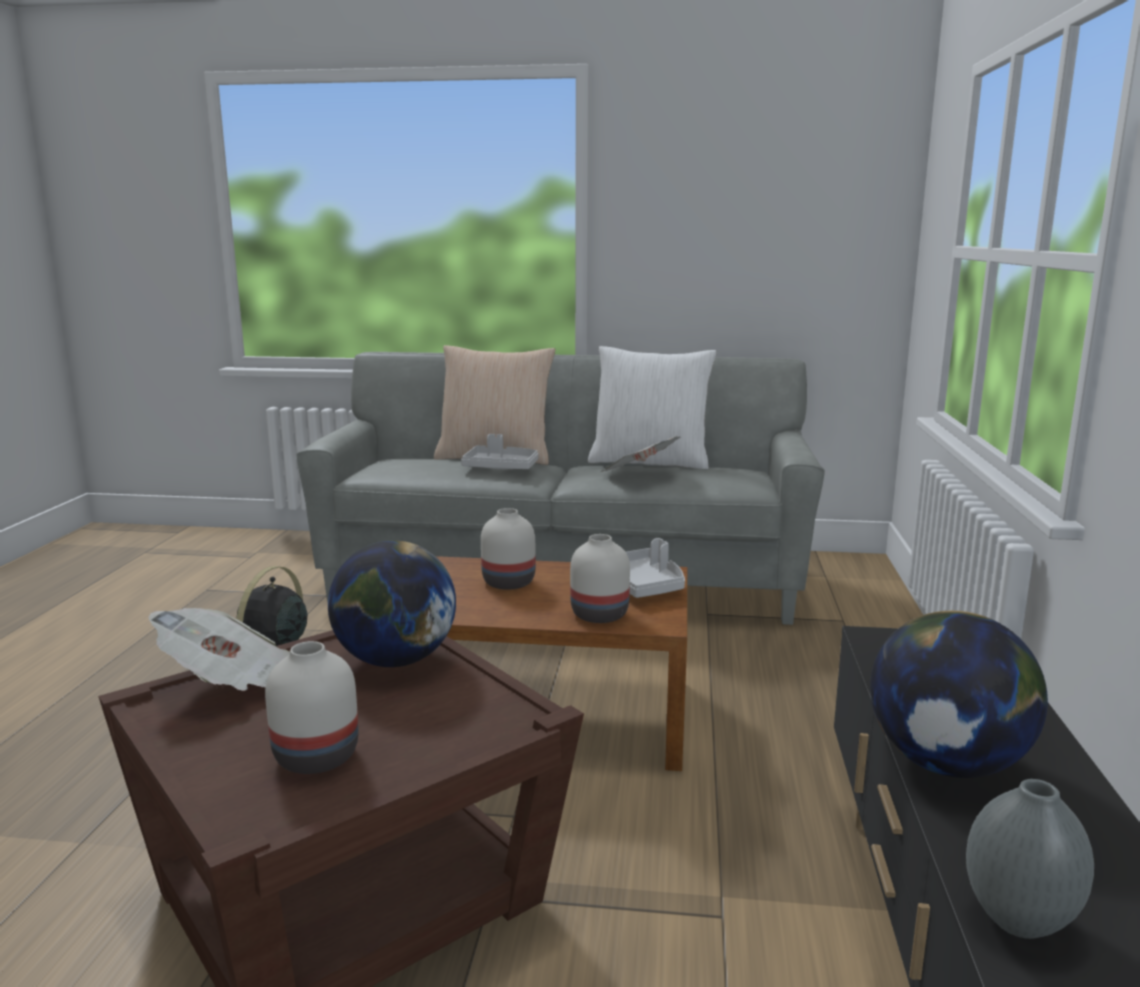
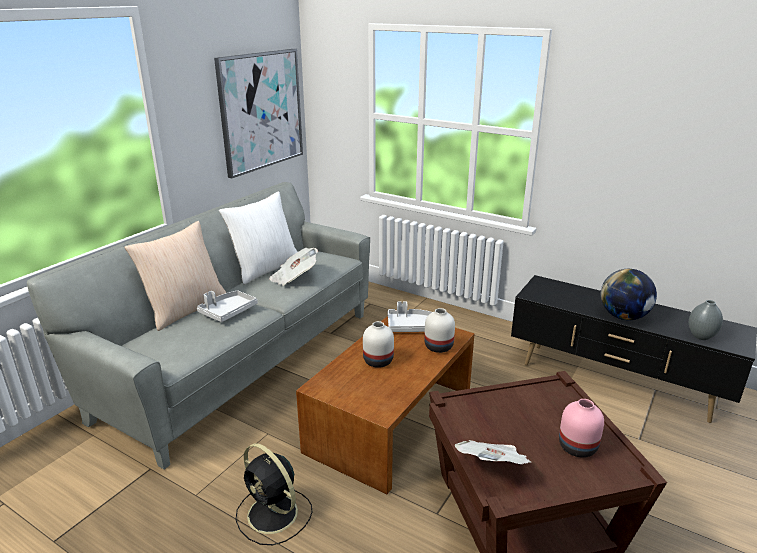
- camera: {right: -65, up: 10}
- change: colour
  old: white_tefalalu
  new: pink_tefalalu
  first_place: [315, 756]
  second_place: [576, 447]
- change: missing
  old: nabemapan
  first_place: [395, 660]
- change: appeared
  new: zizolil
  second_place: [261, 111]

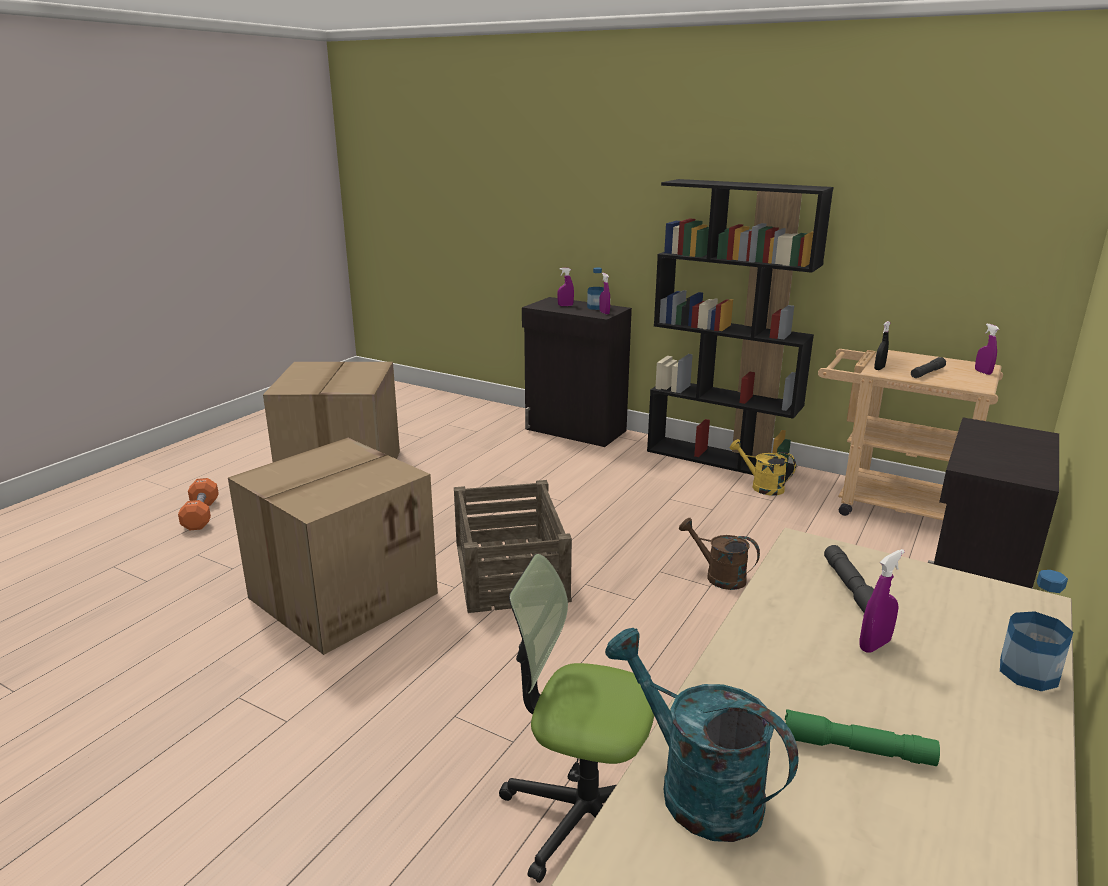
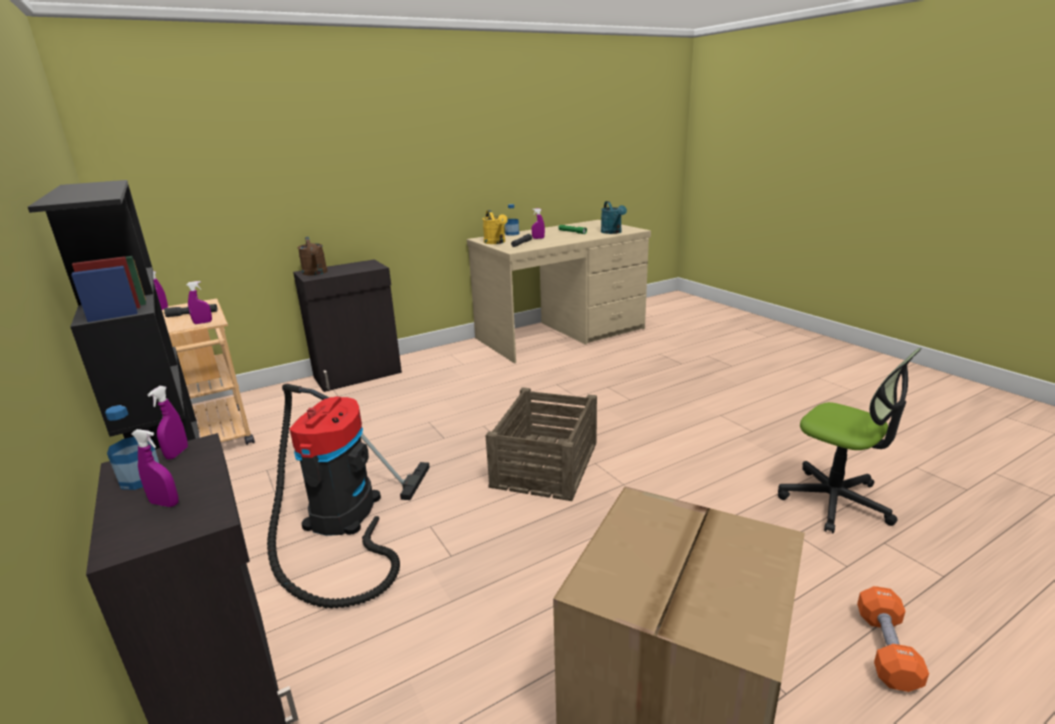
- camera: {right: -150, up: 0}
- change: missing
  old: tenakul
  first_place: [344, 594]
- change: relocated
  old: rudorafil
  first_place: [582, 815]
  second_place: [835, 501]
- change: relocated
  old: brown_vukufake
  first_place: [718, 576]
  second_place: [315, 273]
- change: relocated
  old: yellow_vukufake
  first_place: [761, 486]
  second_place: [496, 242]
- change: colour
  old: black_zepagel
  new: purple_zepagel
  first_place: [879, 368]
  second_place: [203, 322]
- change: appeared
  new: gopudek
  second_place: [341, 519]

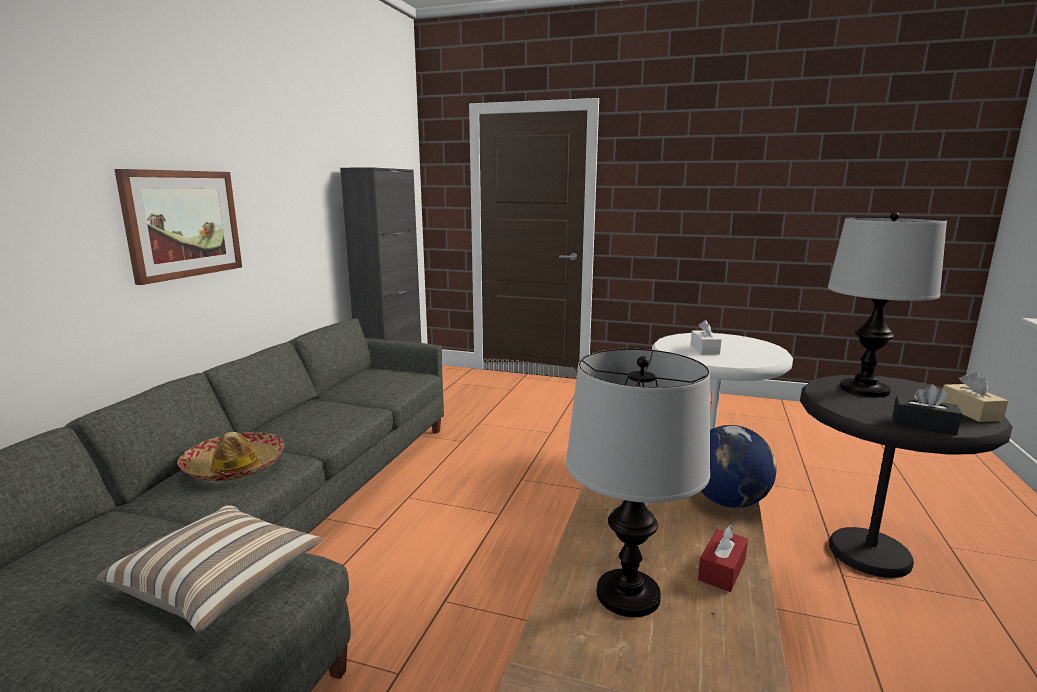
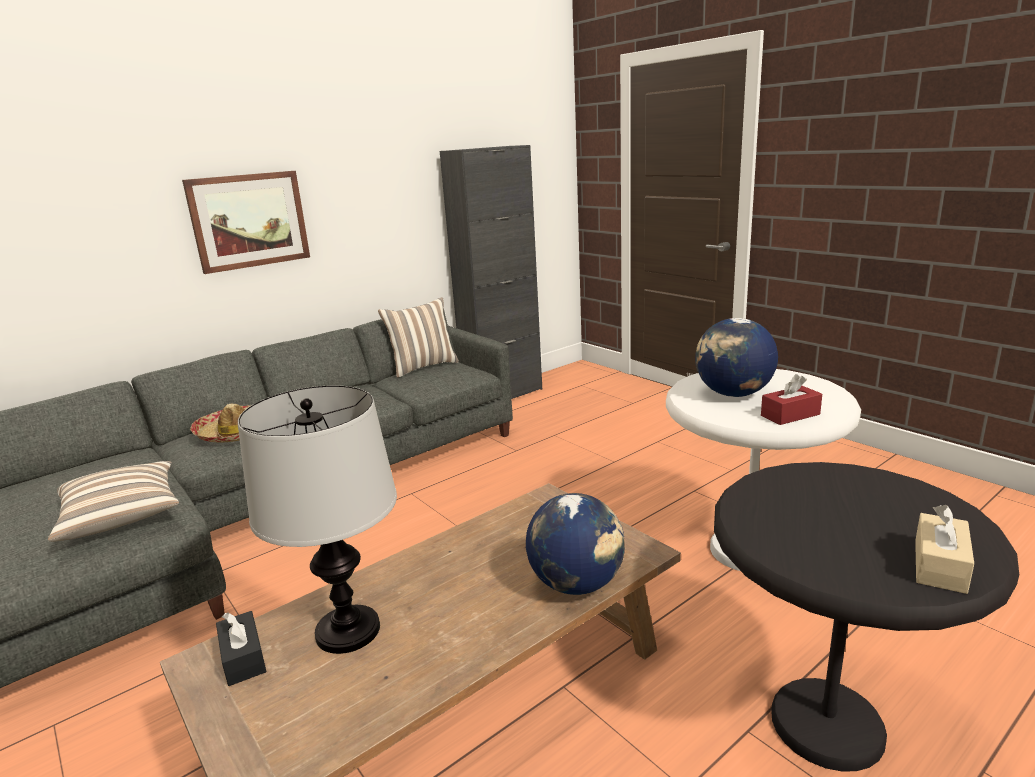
- camera: {right: 35, up: 5}
- change: exchanged
  old: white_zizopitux
  new: nabemapan
  first_place: [704, 349]
  second_place: [733, 394]
- change: relocated
  old: red_zizopitux
  first_place: [722, 570]
  second_place: [790, 415]
- change: missing
  old: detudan
  first_place: [864, 389]
- change: relocated
  old: black_zizopitux
  first_place: [923, 425]
  second_place: [243, 658]
- change: appeared
  new: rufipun
  second_place: [422, 366]

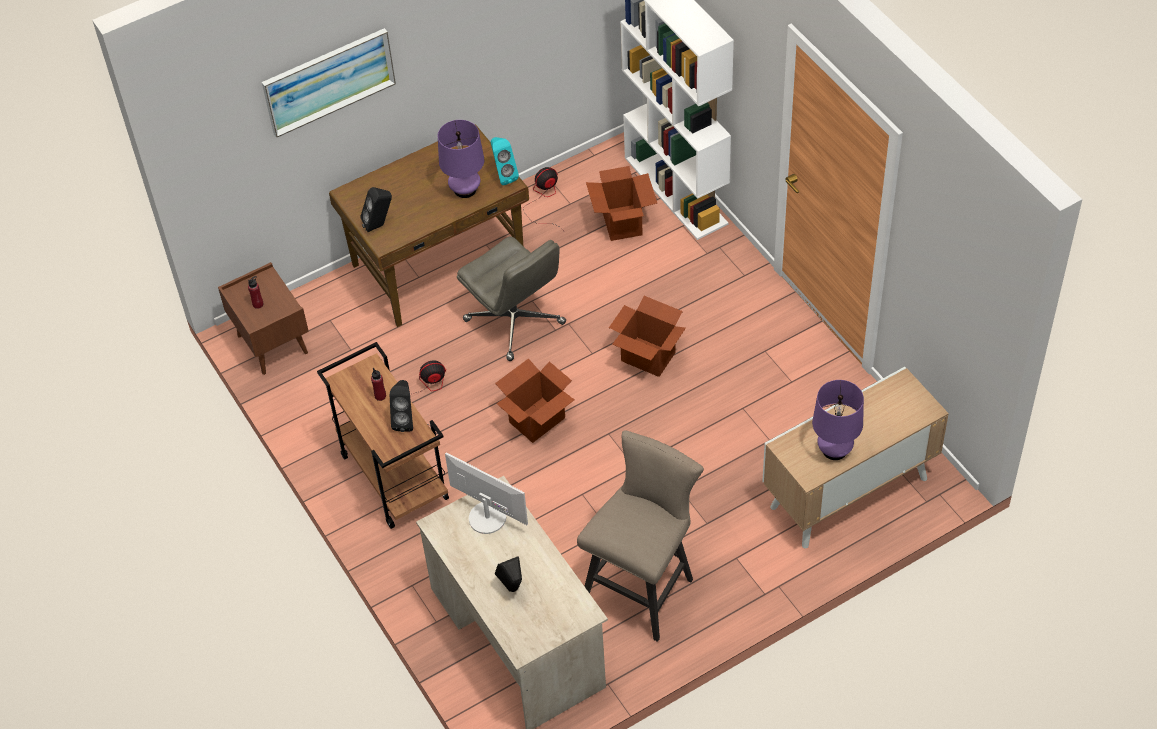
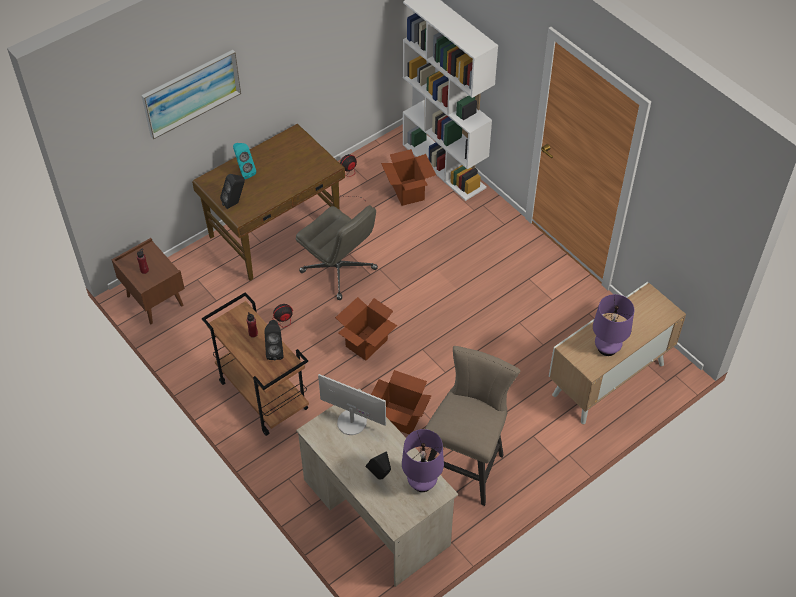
- camera: {right: -10, up: 0}
- change: relocated
  old: purple_detudan
  first_place: [465, 189]
  second_place: [422, 483]
- change: relocated
  old: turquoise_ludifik
  first_place: [503, 175]
  second_place: [244, 172]
- change: relocated
  old: tenakul
  first_place: [647, 357]
  second_place: [399, 418]

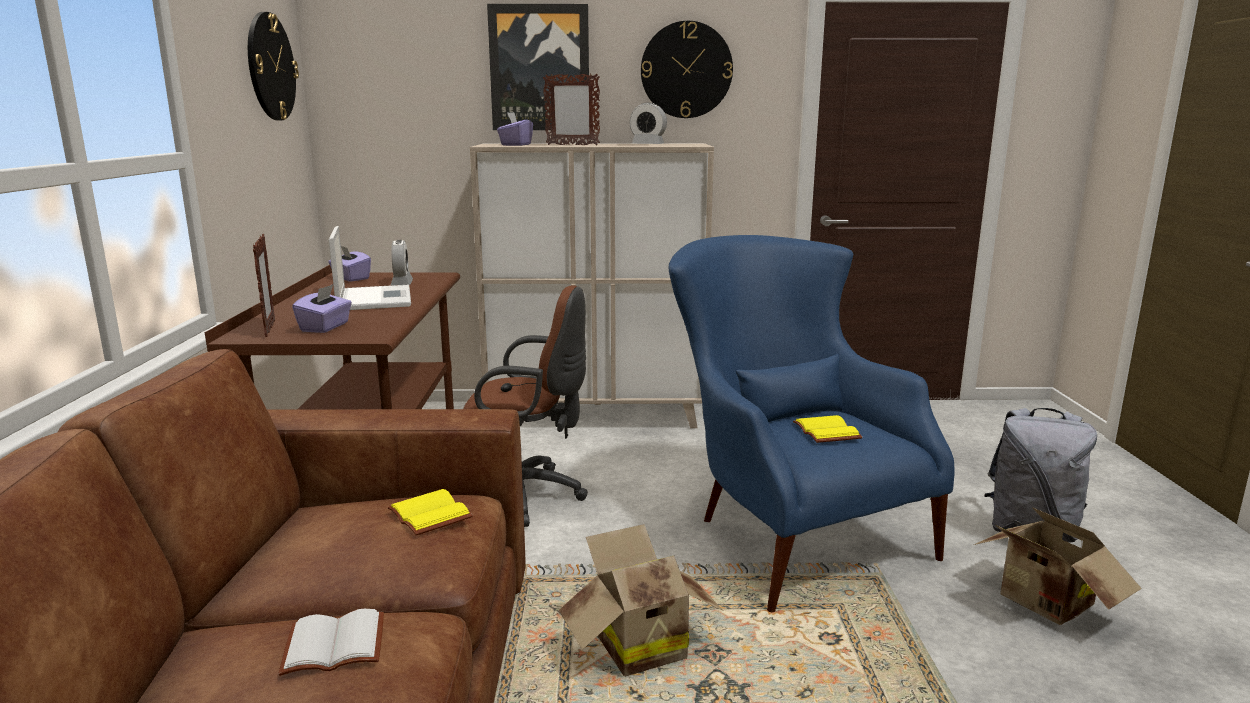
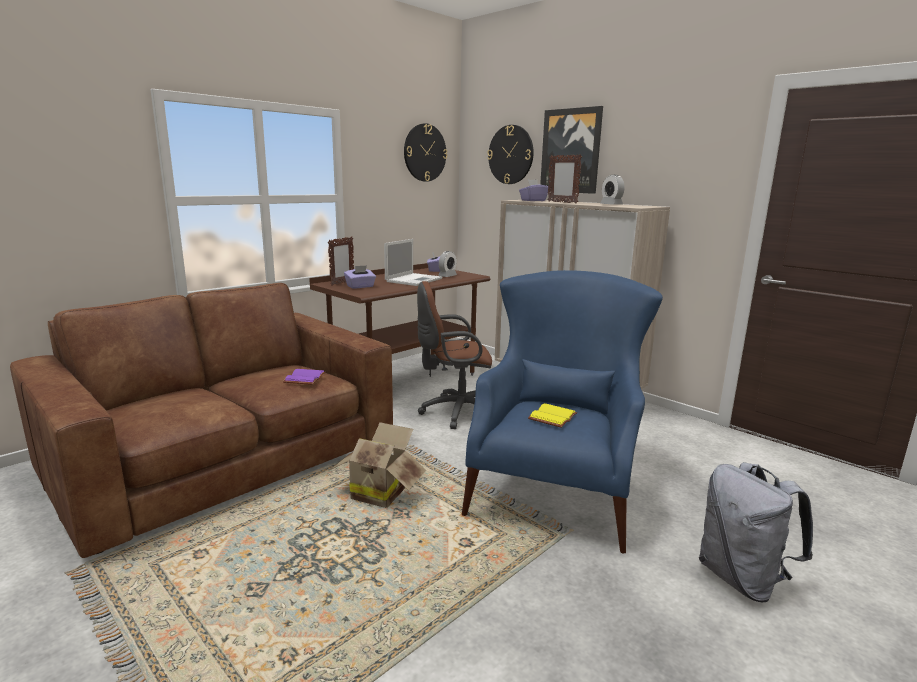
- camera: {right: 45, up: 0}
- change: missing
  old: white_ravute
  first_place: [332, 647]
- change: colour
  old: yellow_ravute
  new: purple_ravute
  first_place: [427, 515]
  second_place: [304, 378]
- change: spun
  old: brown_rudorafil
  first_place: [525, 496]
  second_place: [455, 412]
  degrees: 120
- change: relocated
  old: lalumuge
  first_place: [686, 70]
  second_place: [511, 154]
- change: missing
  old: tenakul
  first_place: [1044, 605]

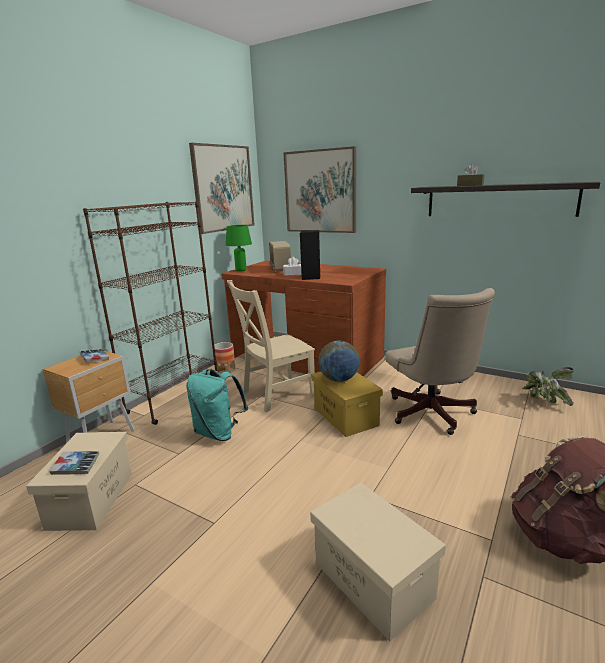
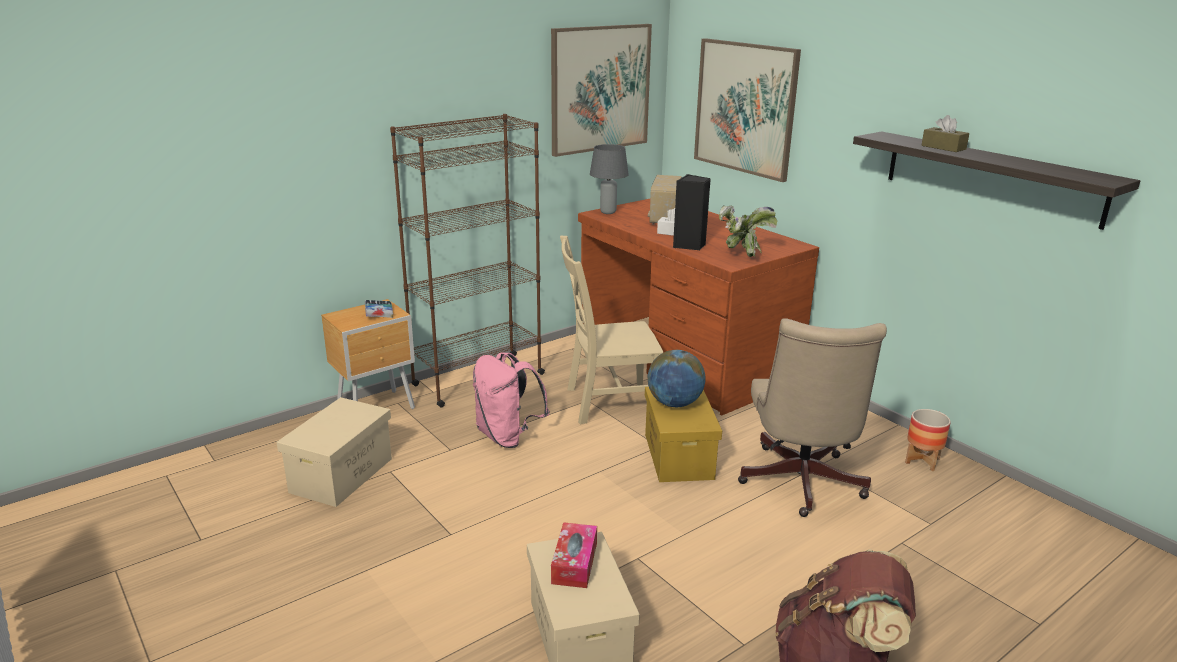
- camera: {right: 20, up: 5}
- change: missing
  old: ravute
  first_place: [76, 466]
- change: colour
  old: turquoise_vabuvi
  new: pink_vabuvi
  first_place: [219, 433]
  second_place: [507, 437]
- change: relocated
  old: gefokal
  first_place: [225, 371]
  second_place: [922, 461]
- change: colour
  old: green_detudan
  new: grey_detudan
  first_place: [241, 270]
  second_place: [608, 212]
- change: relocated
  old: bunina
  first_place: [544, 402]
  second_place: [741, 254]
- change: appeared
  new: zizopitux
  second_place: [574, 563]

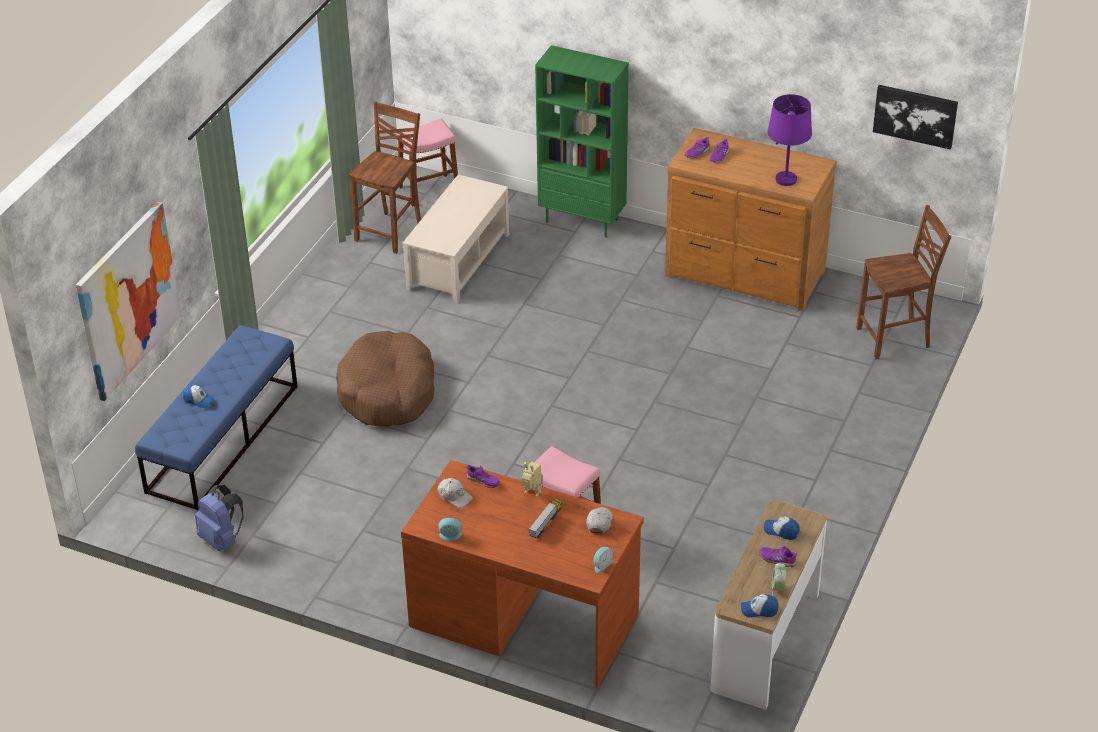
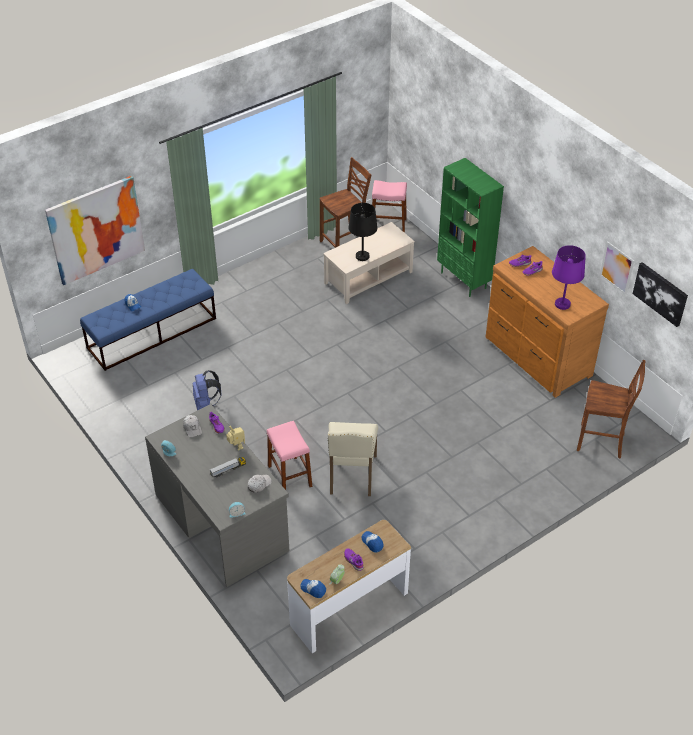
- camera: {right: 30, up: 5}
- change: relocated
  old: blue_vabuvi
  first_place: [222, 539]
  second_place: [206, 403]
- change: missing
  old: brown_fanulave
  first_place: [387, 392]
- change: colour
  old: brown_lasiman
  new: grey_lasiman
  first_place: [524, 618]
  second_place: [222, 521]
- change: appeared
  new: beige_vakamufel
  second_place: [351, 475]
- change: appeared
  new: black_detudan
  second_place: [362, 256]
- change: appeared
  new: zizolil
  second_place: [617, 268]

